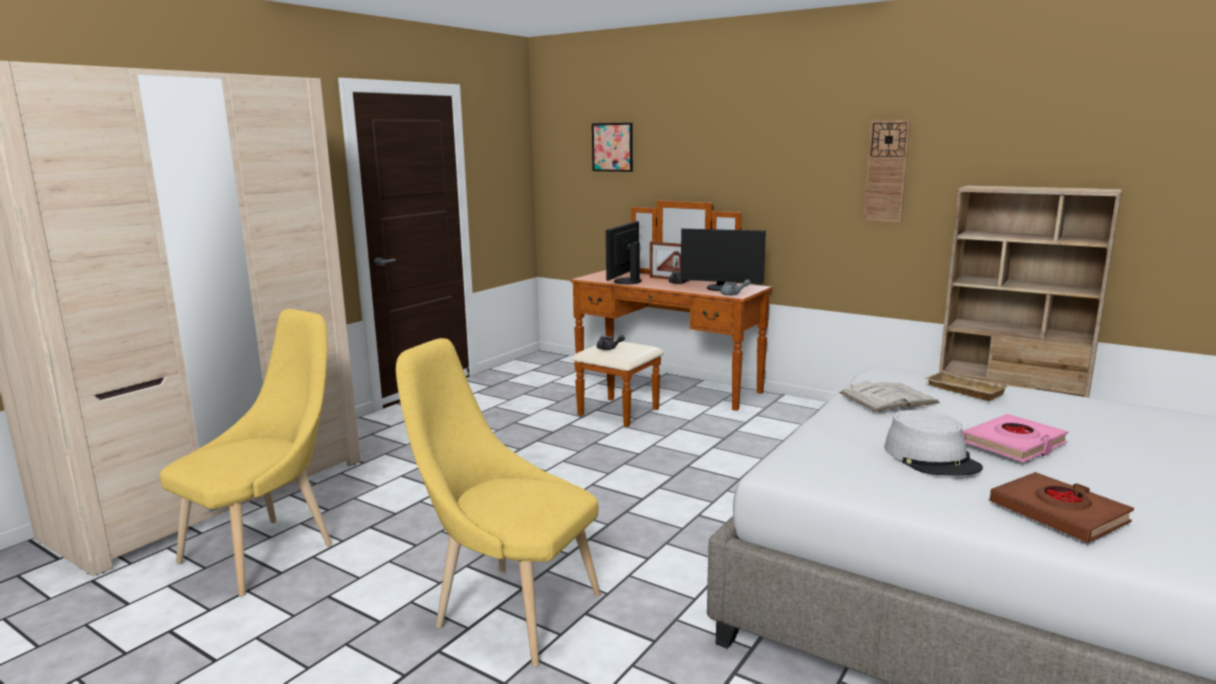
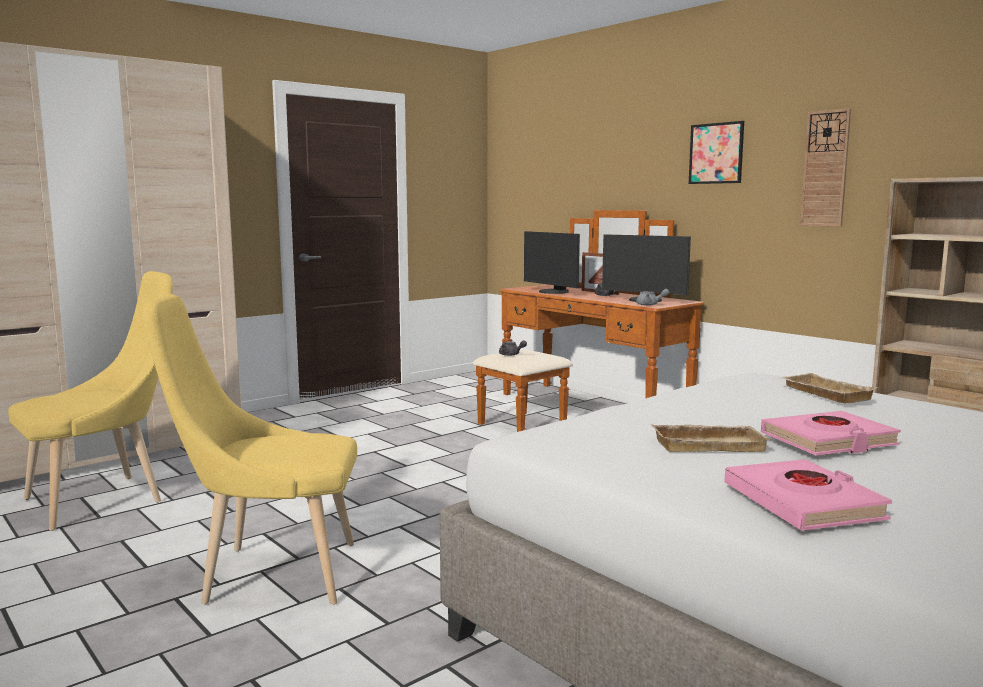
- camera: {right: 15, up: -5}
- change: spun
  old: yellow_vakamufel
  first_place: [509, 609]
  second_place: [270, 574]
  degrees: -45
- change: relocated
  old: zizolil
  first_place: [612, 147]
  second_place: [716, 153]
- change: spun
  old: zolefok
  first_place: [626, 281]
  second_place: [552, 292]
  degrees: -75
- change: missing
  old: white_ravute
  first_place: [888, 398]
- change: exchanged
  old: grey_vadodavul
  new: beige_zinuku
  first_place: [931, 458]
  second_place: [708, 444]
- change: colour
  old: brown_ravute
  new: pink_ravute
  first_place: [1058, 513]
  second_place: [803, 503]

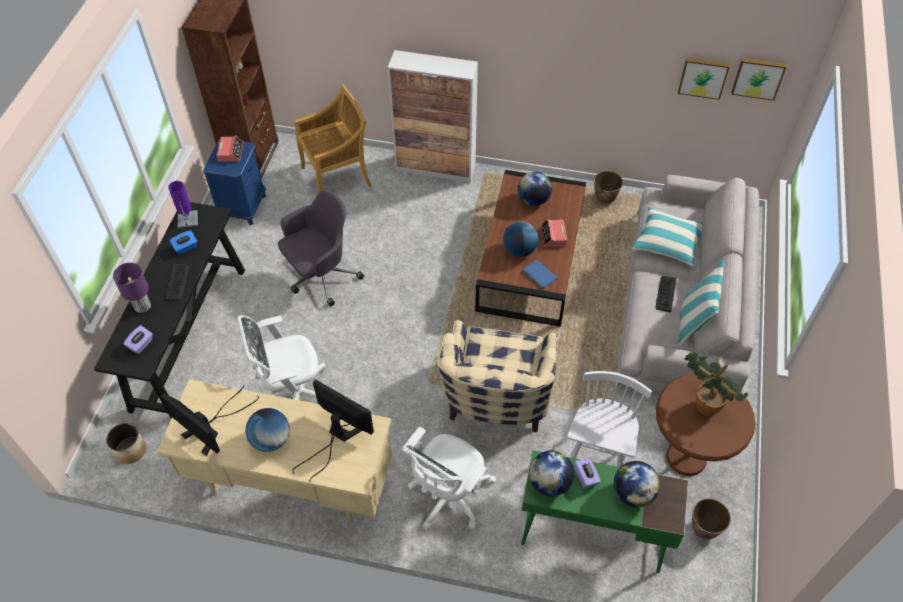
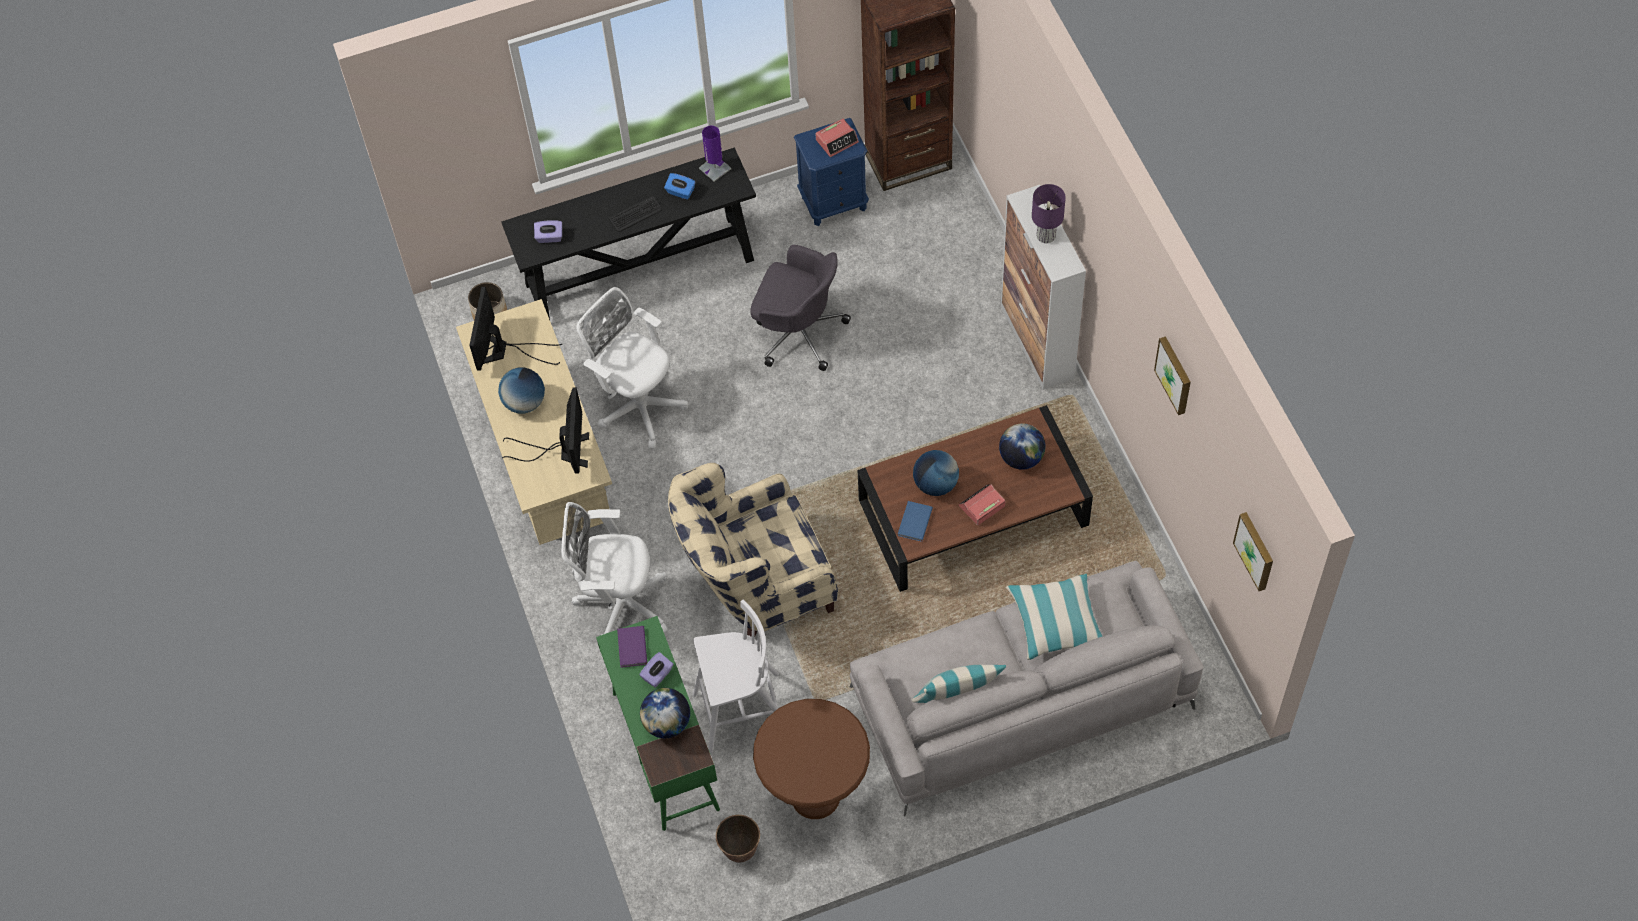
- camera: {right: 60, up: 5}
- change: relocated
  old: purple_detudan
  first_place: [143, 306]
  second_place: [1046, 236]
- change: missing
  old: beige_vakamufel
  first_place: [337, 176]
- change: exchanged
  old: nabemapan
  new: purple_ravute
  first_place: [549, 483]
  second_place: [631, 648]
- change: missing
  old: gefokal
  first_place: [605, 199]
- change: missing
  old: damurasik
  first_place: [665, 294]
- change: relocated
  old: zizolil
  first_place: [703, 77]
  second_place: [1175, 374]
- change: missing
  old: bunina
  first_place: [704, 402]

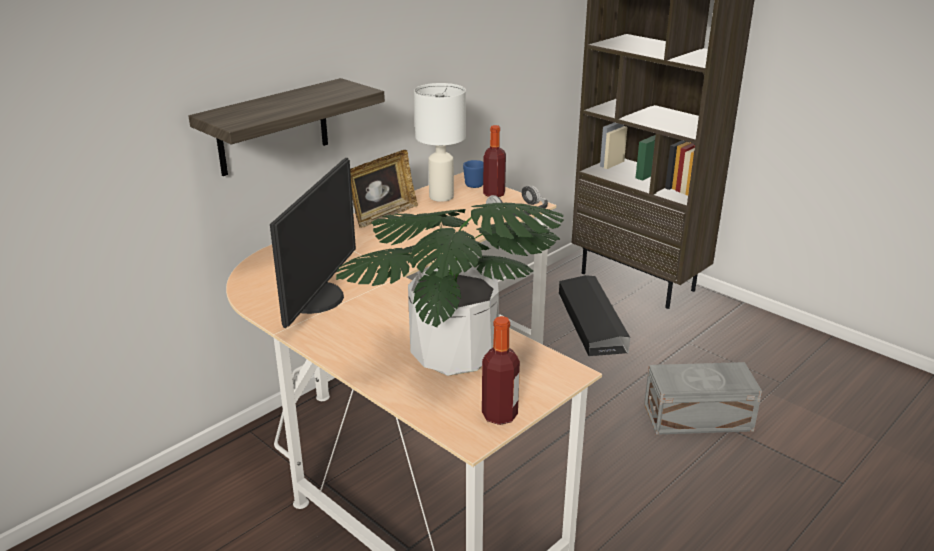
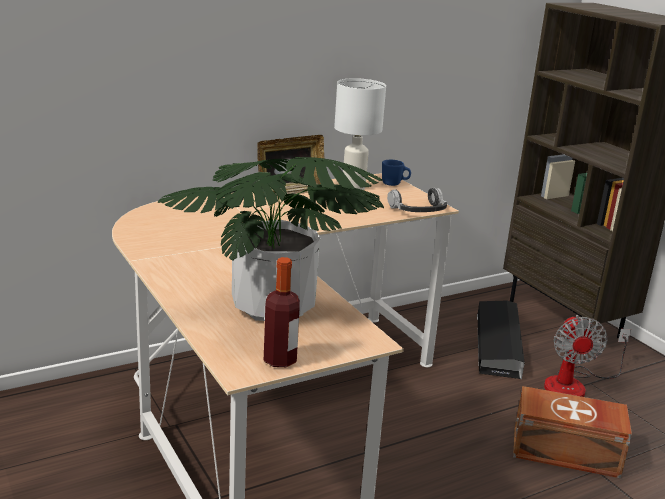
- camera: {right: 15, up: -5}
- change: missing
  old: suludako
  first_place: [273, 127]
- change: missing
  old: zolefok
  first_place: [316, 298]
- change: missing
  old: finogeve
  first_place: [494, 194]
- change: colour
  old: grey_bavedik
  new: brown_bavedik
  first_place: [699, 418]
  second_place: [567, 453]
- change: appeared
  new: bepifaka
  second_place: [574, 384]

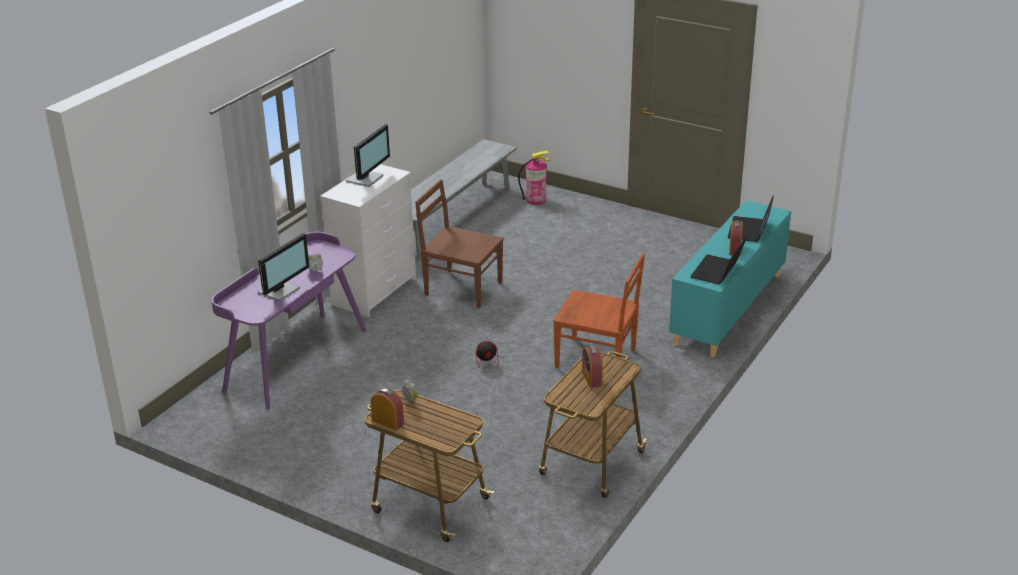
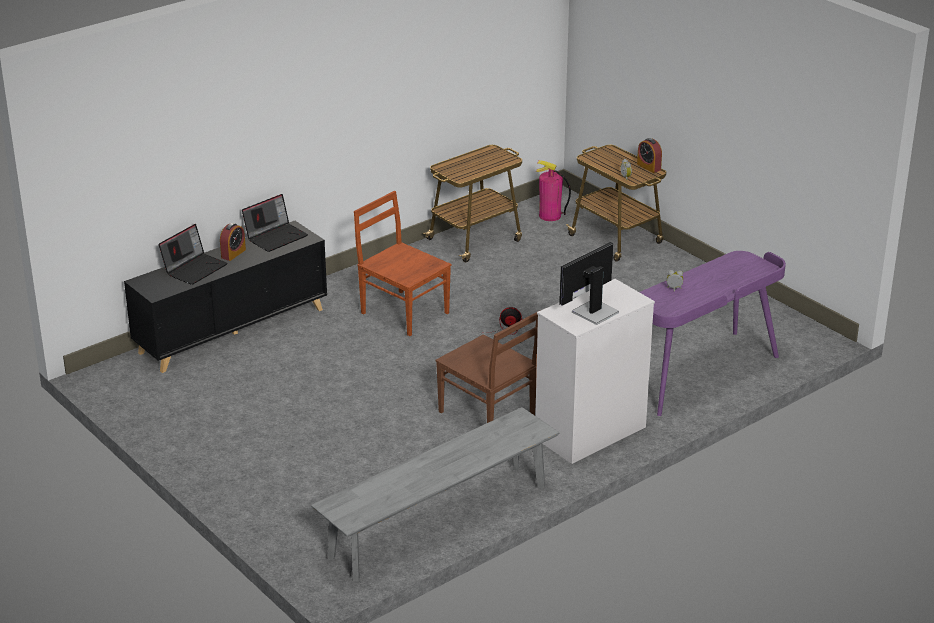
- camera: {right: -160, up: 0}
- change: missing
  old: zolefok
  first_place: [280, 291]
- change: relocated
  old: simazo
  first_place: [536, 200]
  second_place: [550, 216]
- change: missing
  old: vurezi
  first_place: [592, 378]
- change: colour
  old: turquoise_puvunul
  new: black_puvunul
  first_place: [728, 309]
  second_place: [232, 330]

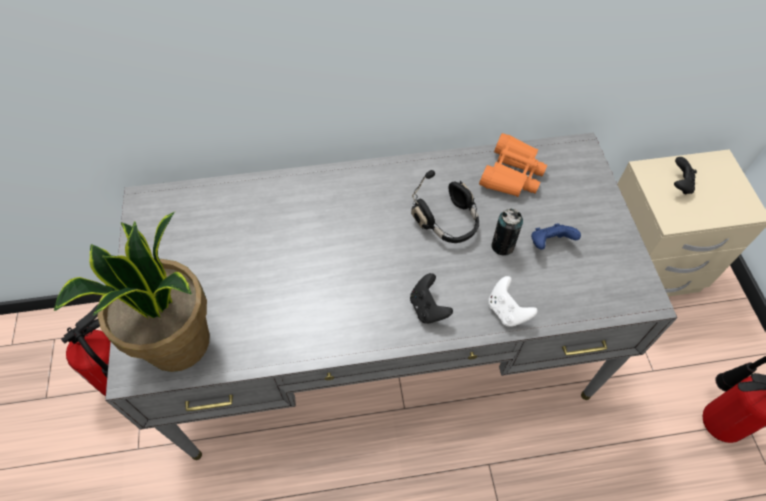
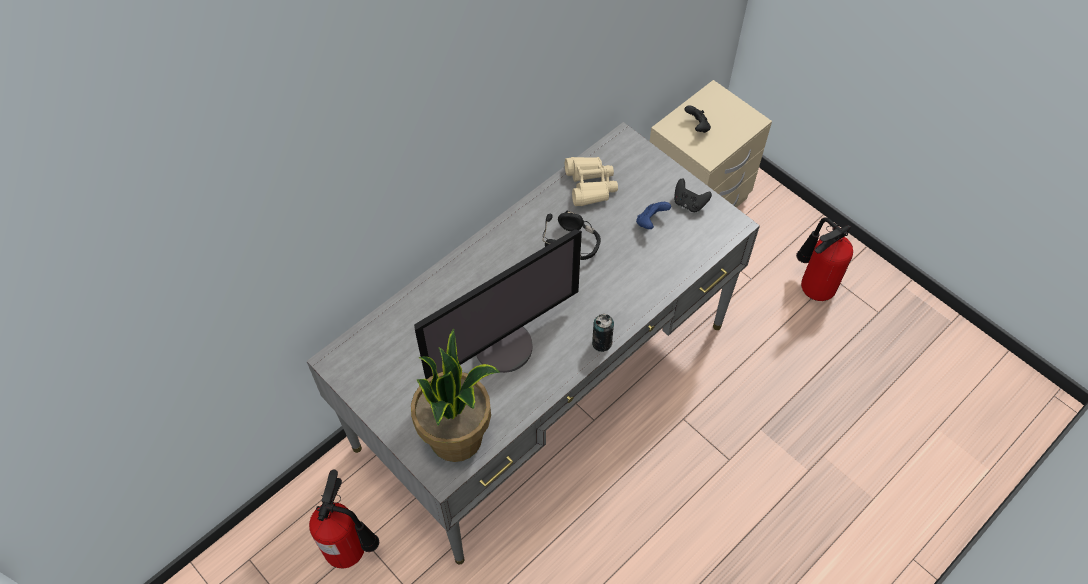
- camera: {right: -35, up: 0}
- change: relocated
  old: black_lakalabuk
  first_place: [428, 308]
  second_place: [689, 203]
- change: colour
  old: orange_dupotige
  new: beige_dupotige
  first_place: [512, 174]
  second_place: [590, 185]
- change: missing
  old: white_lakalabuk
  first_place: [507, 311]
- change: relocated
  old: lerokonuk
  first_place: [502, 246]
  second_place: [601, 343]
- change: appeared
  new: zolefok
  second_place: [503, 345]

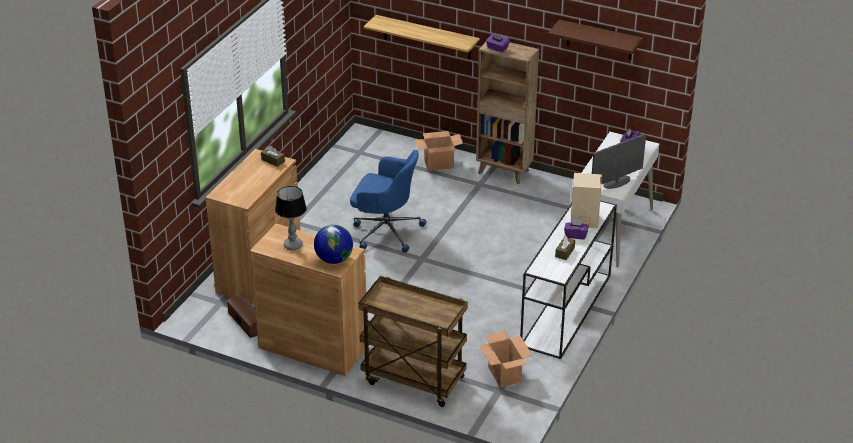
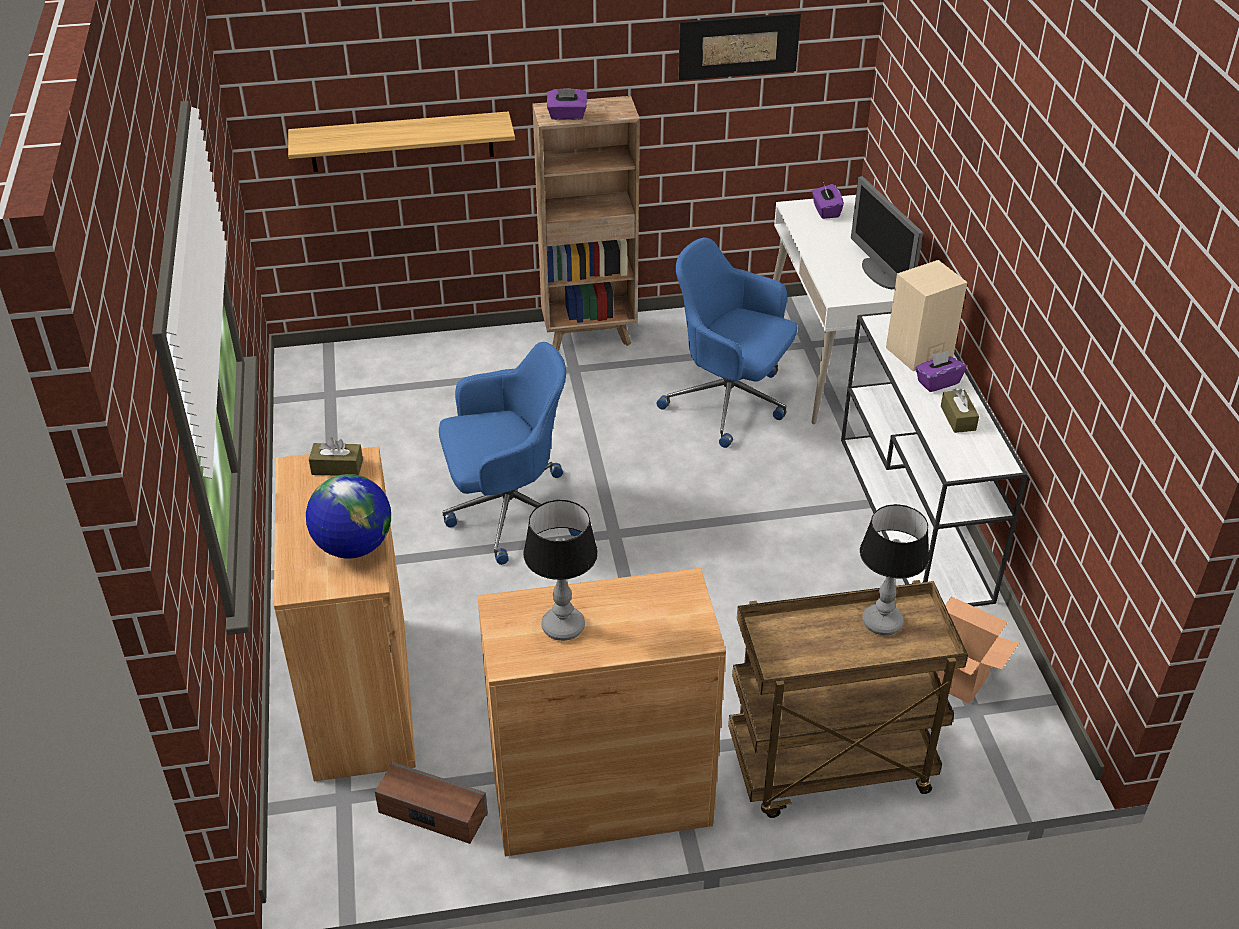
- camera: {right: -35, up: 5}
- change: relocated
  old: nabemapan
  first_place: [334, 259]
  second_place: [353, 546]
- change: missing
  old: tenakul
  first_place: [438, 164]
- change: exchanged
  old: brown_suludako
  new: zizolil
  first_place: [599, 40]
  second_place: [738, 46]
- change: spun
  old: zolefok
  first_place: [616, 182]
  second_place: [880, 274]
  degrees: -45
- change: appeared
  new: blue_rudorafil
  second_place: [729, 402]
- change: appeared
  new: detudan
  second_place: [881, 622]

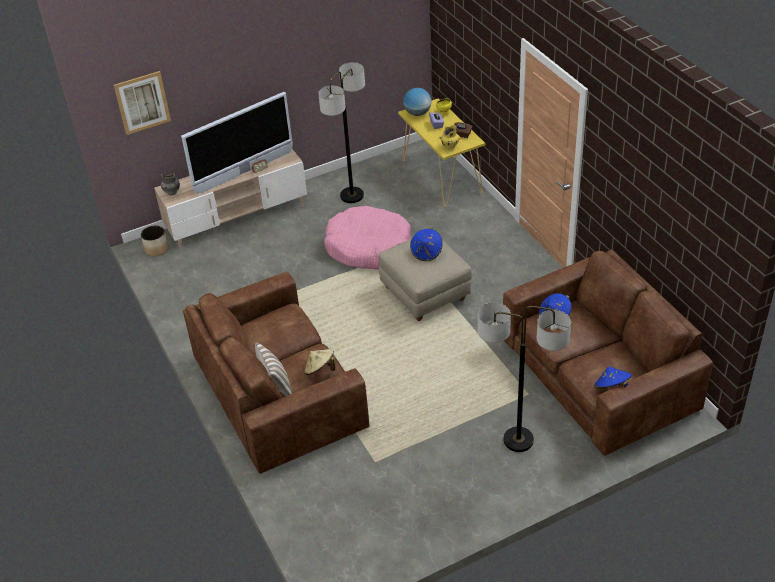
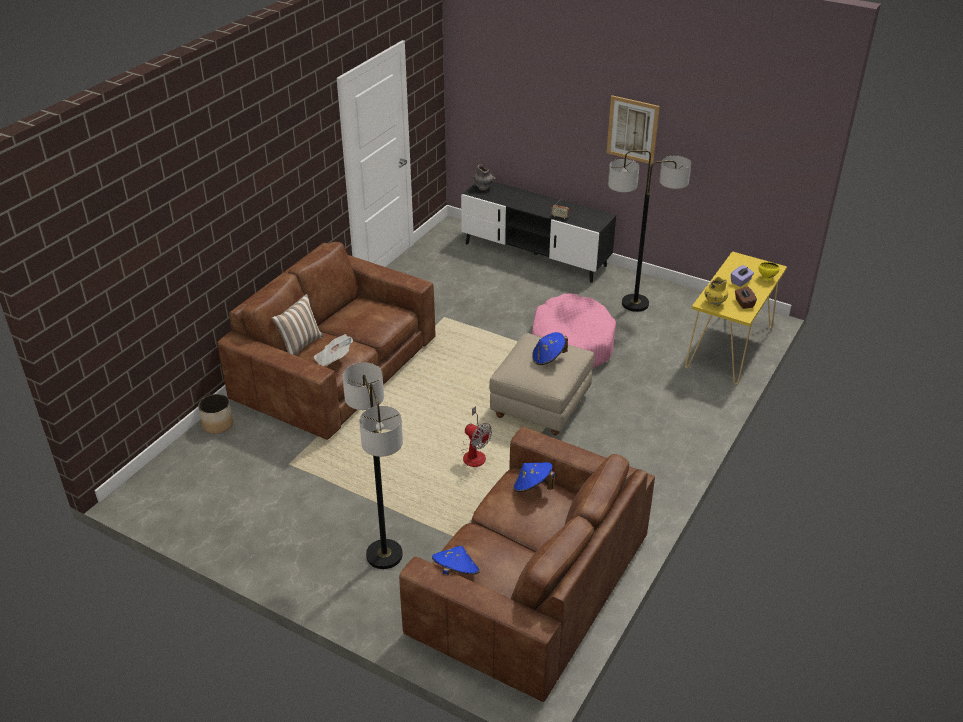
- camera: {right: 55, up: -5}
- change: relocated
  old: zizolil
  first_place: [142, 102]
  second_place: [632, 129]
- change: relocated
  old: gefokal
  first_place: [156, 249]
  second_place: [218, 424]
- change: colour
  old: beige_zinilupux
  new: black_zinilupux
  first_place: [237, 217]
  second_place: [535, 254]
- change: missing
  old: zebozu
  first_place: [244, 172]
- change: exchanged
  old: beige_vadodavul
  new: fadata
  first_place: [320, 369]
  second_place: [333, 359]
- change: missing
  old: nabemapan
  first_place: [417, 113]
- change: appeared
  new: bepifaka
  second_place: [474, 453]

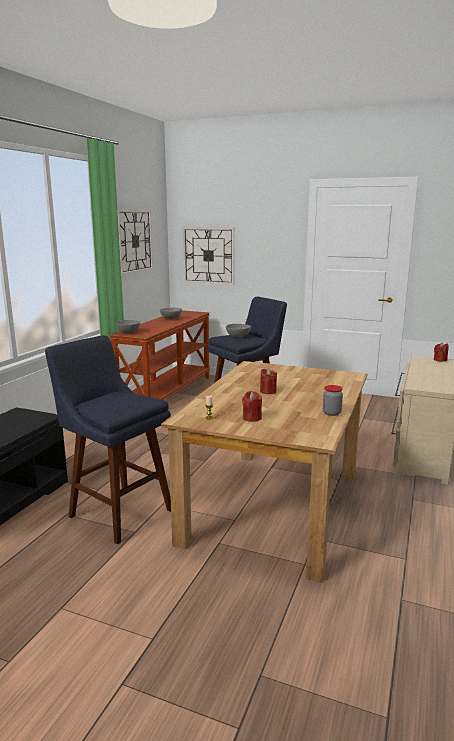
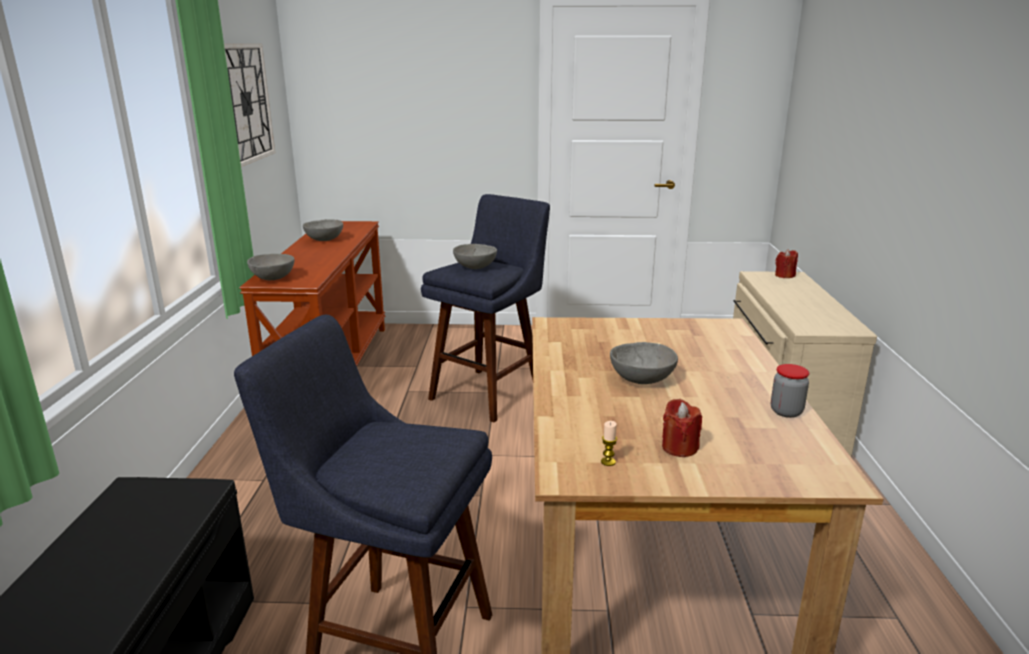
- camera: {right: -20, up: 5}
- change: missing
  old: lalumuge
  first_place: [209, 255]
- change: exchanged
  old: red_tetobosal
  new: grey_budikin
  first_place: [268, 391]
  second_place: [641, 380]

